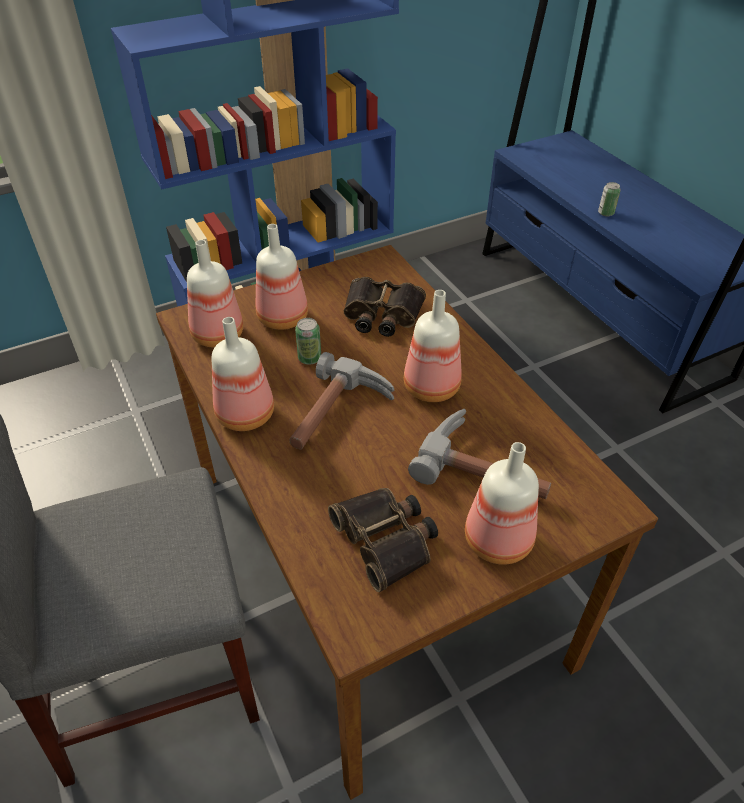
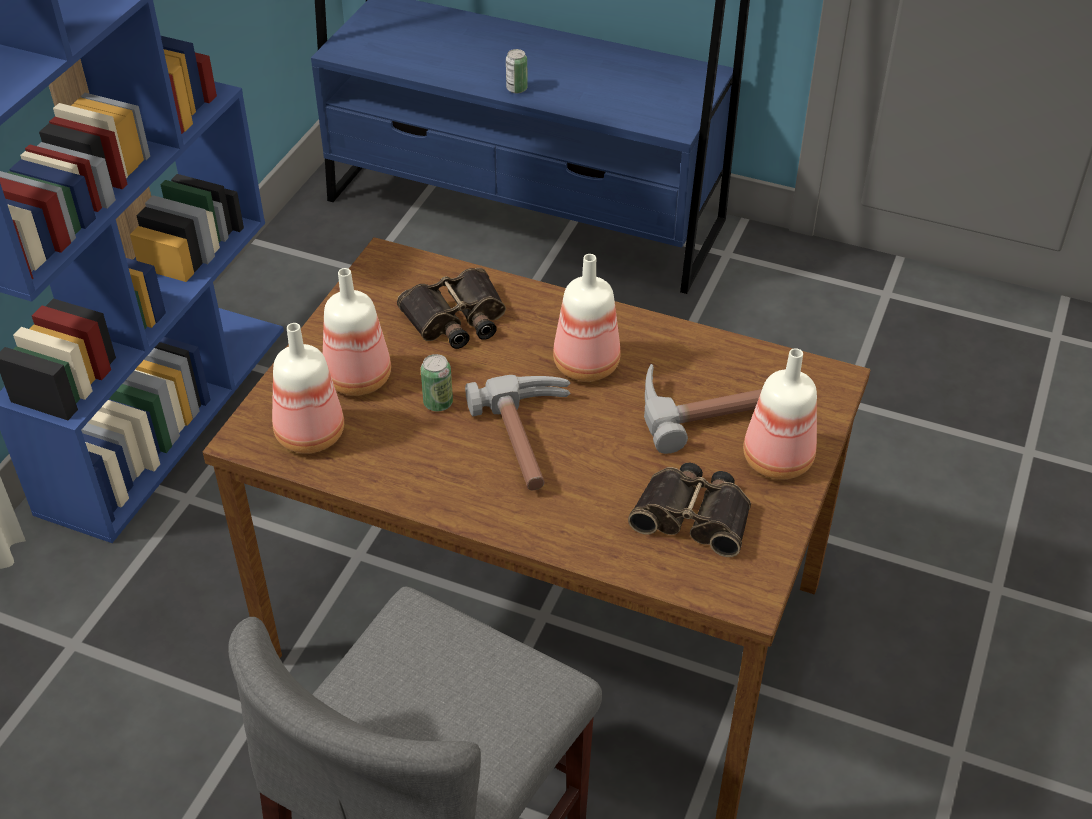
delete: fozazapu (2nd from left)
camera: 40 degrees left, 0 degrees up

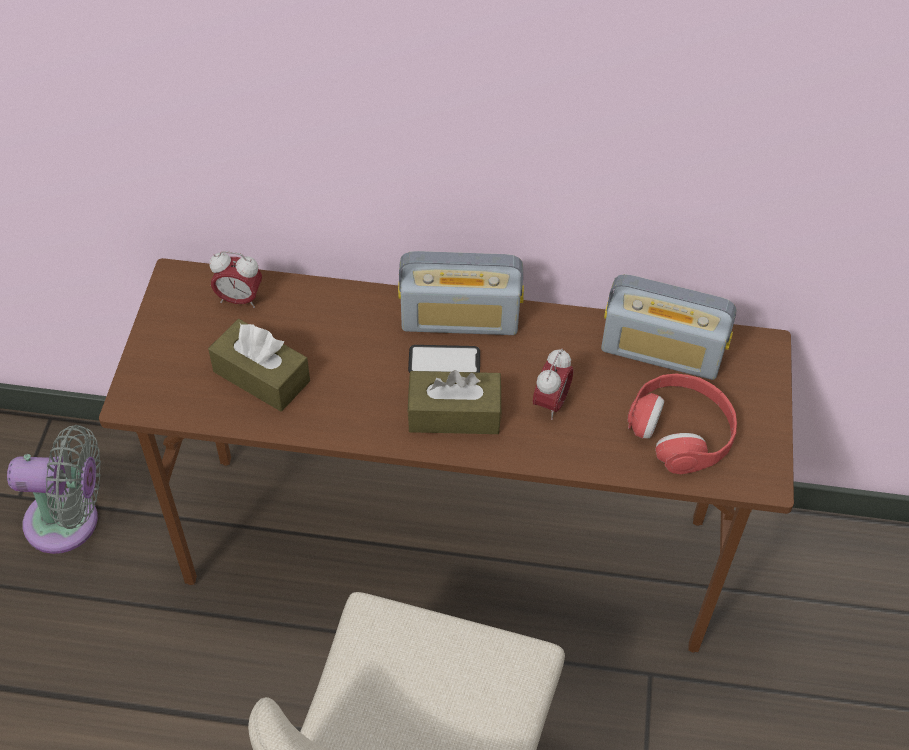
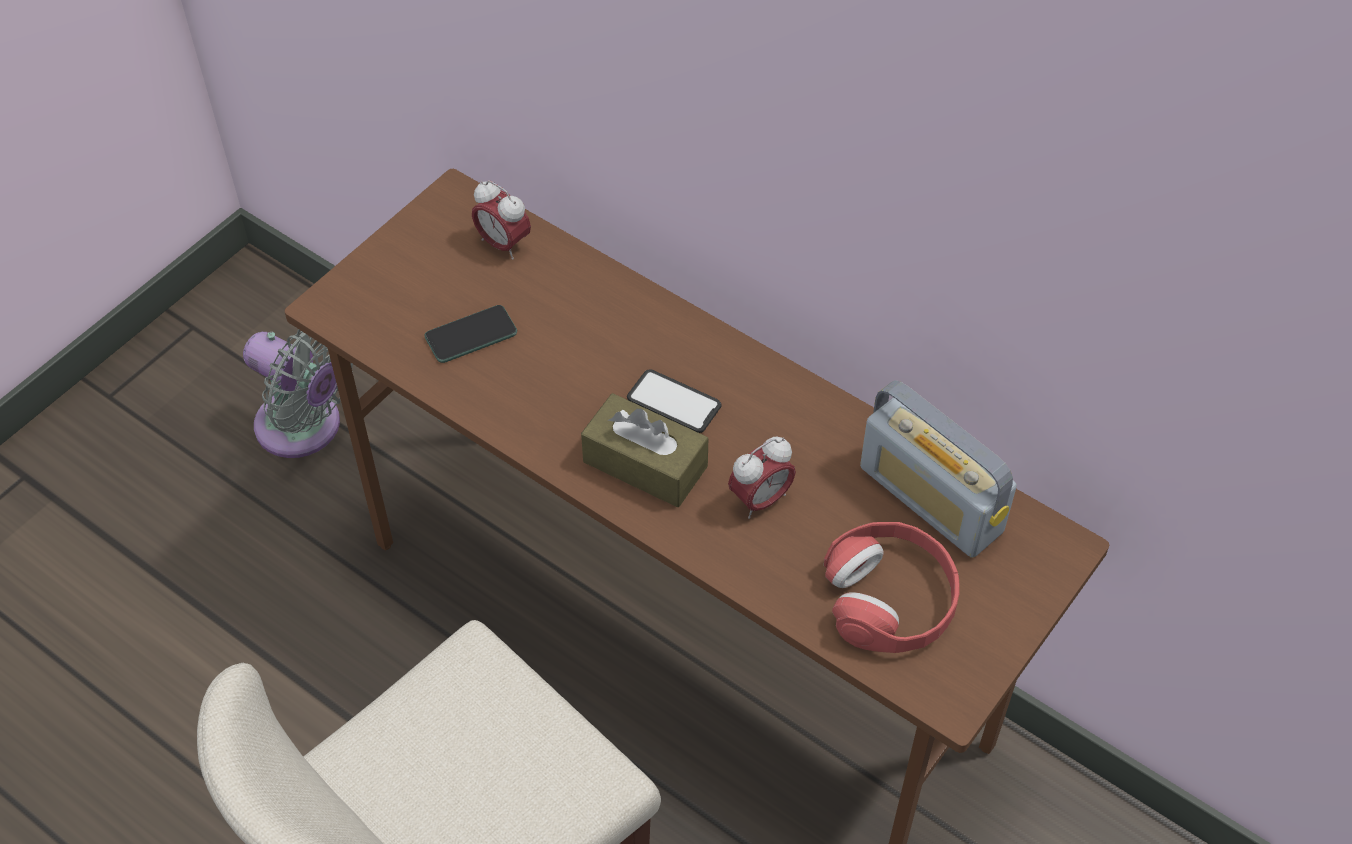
delete: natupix (1st from left)
replace: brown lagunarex (1st from left) to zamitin (1st from left)
camera: 30 degrees right, 0 degrees up

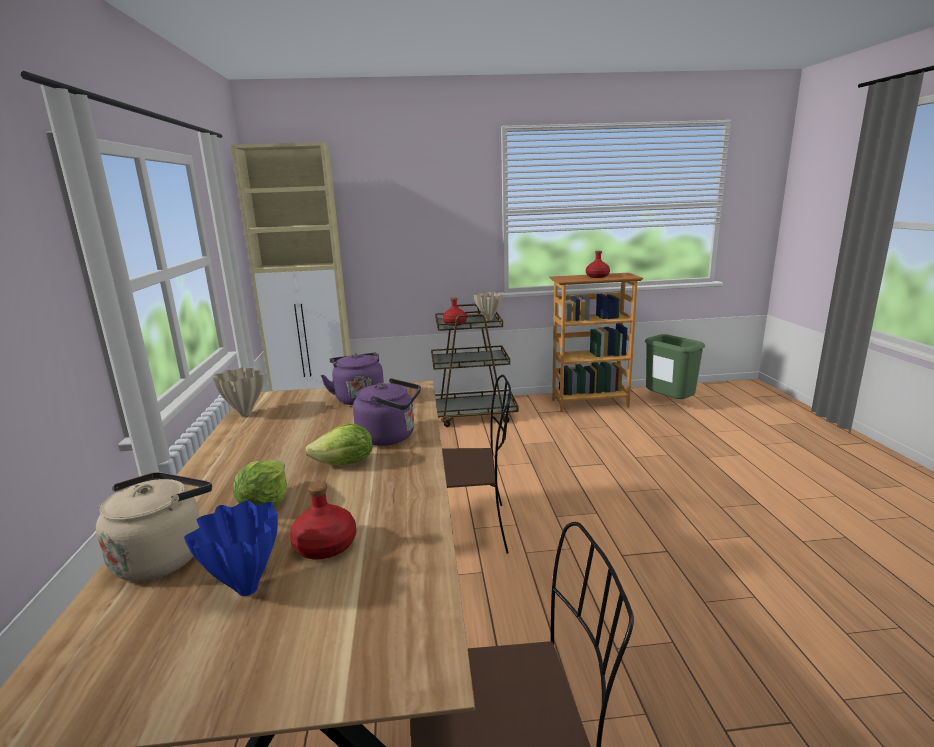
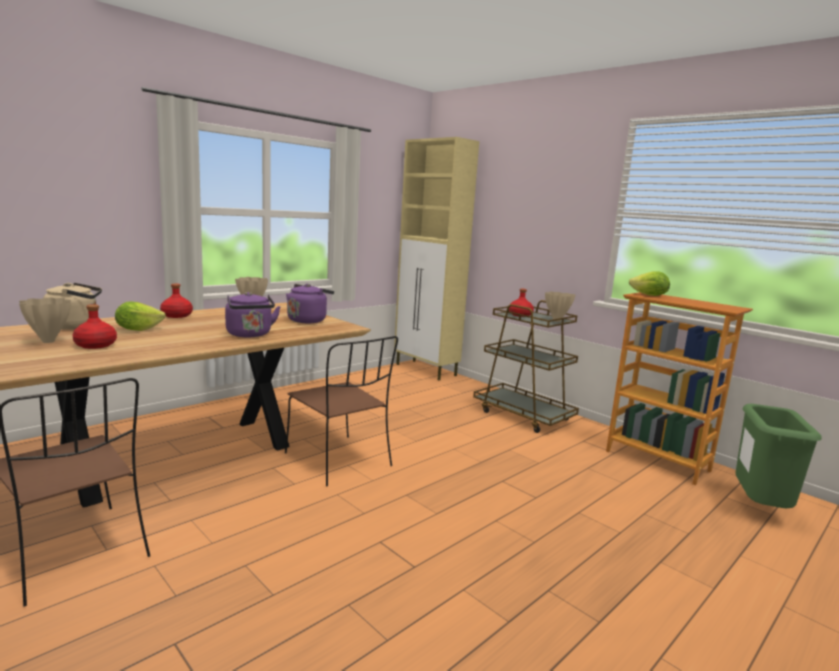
move: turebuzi (2nd from left); red fozazapu (3rd from left in the first image) to red fozazapu (2nd from left)
recolor: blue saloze to beige saloze (1st from left)
camera: 50 degrees right, 5 degrees down

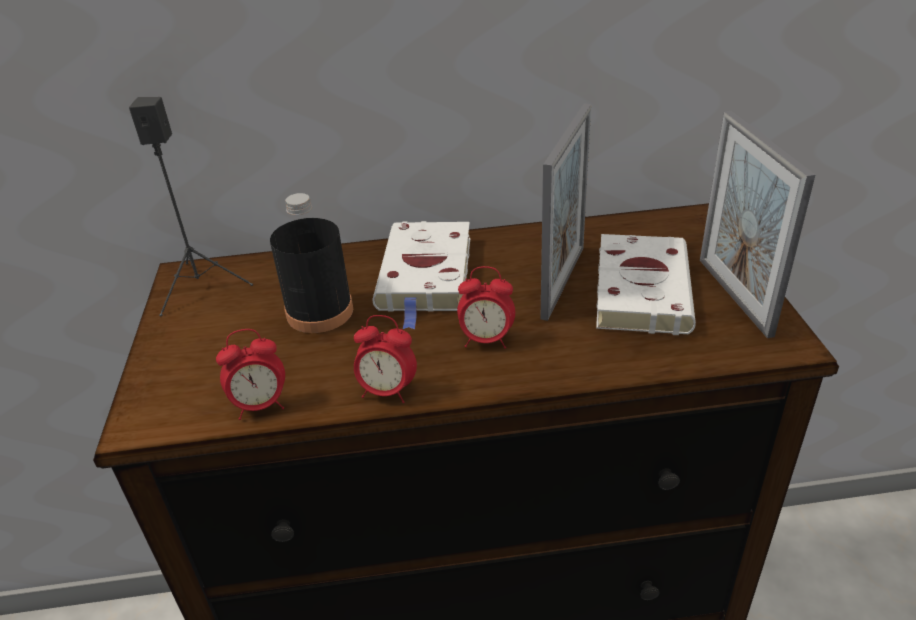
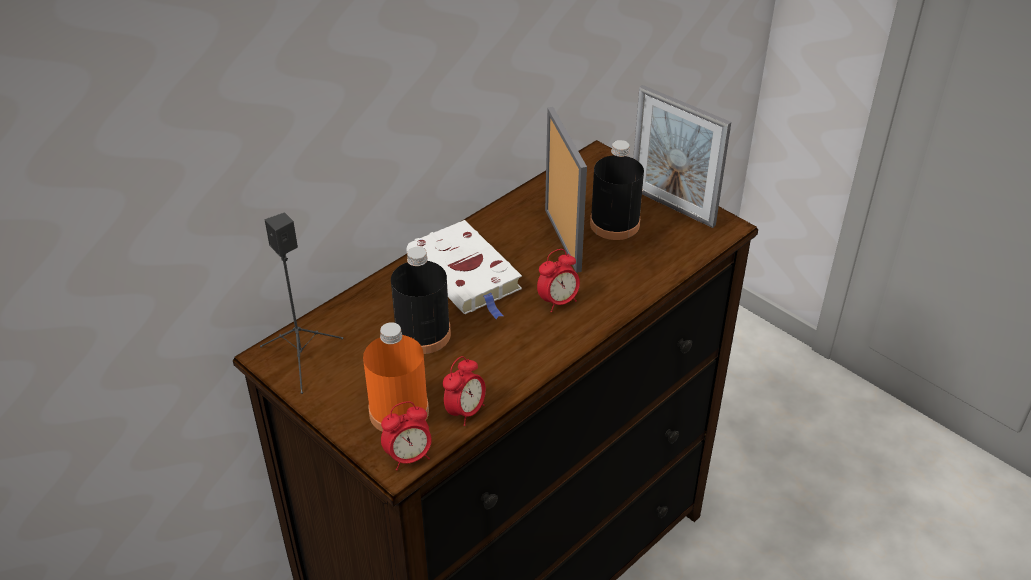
insert: orange fozazapu
move: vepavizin (2nd from left in the first image) to vepavizin (1st from left)
replace: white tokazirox (2nd from left) to black fozazapu (2nd from left)
camera: 40 degrees left, 5 degrees up

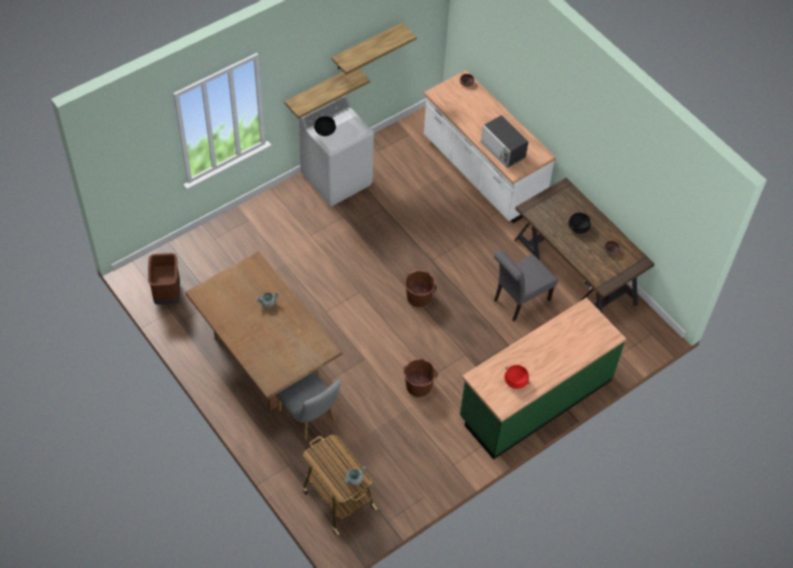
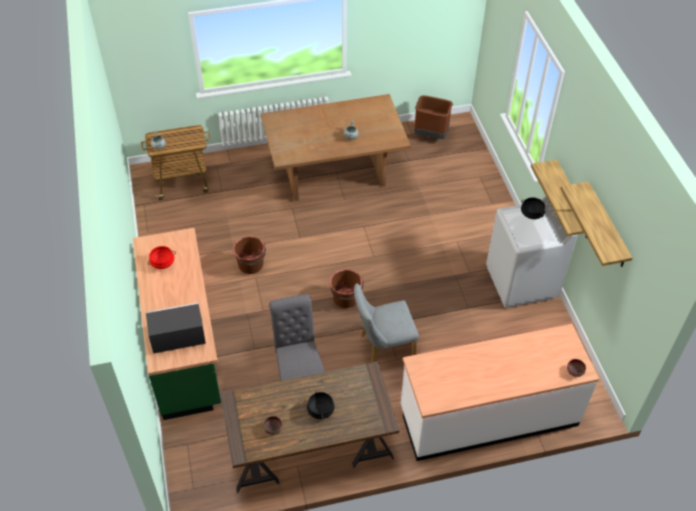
move: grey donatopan (1st from left in the first image) to grey donatopan (2nd from left); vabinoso
camera: 115 degrees right, 5 degrees down

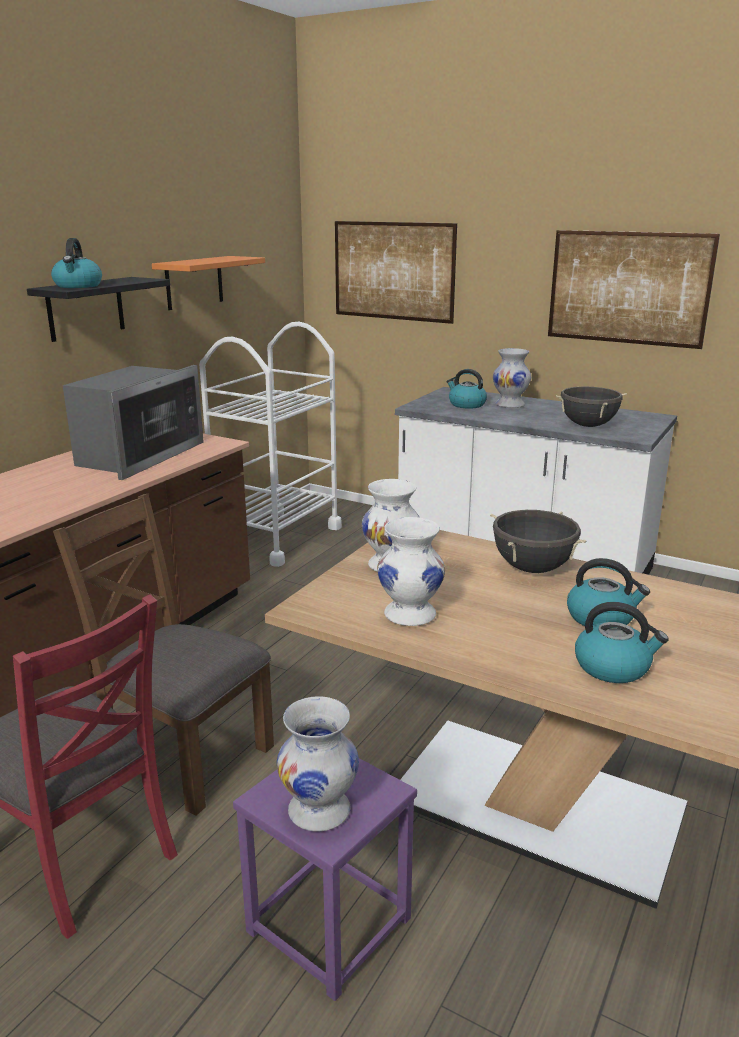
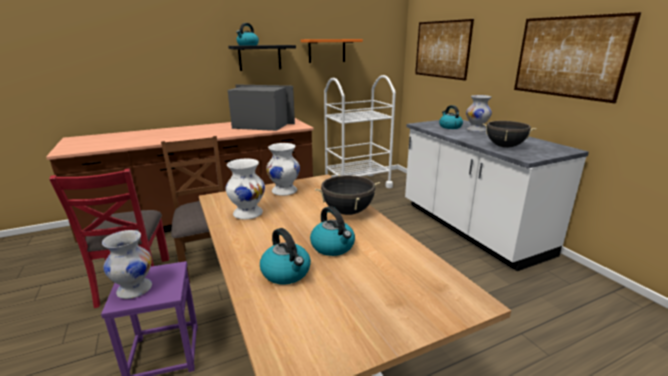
rotate: vabinoso 135 degrees counterclockwise
camera: 35 degrees right, 0 degrees up

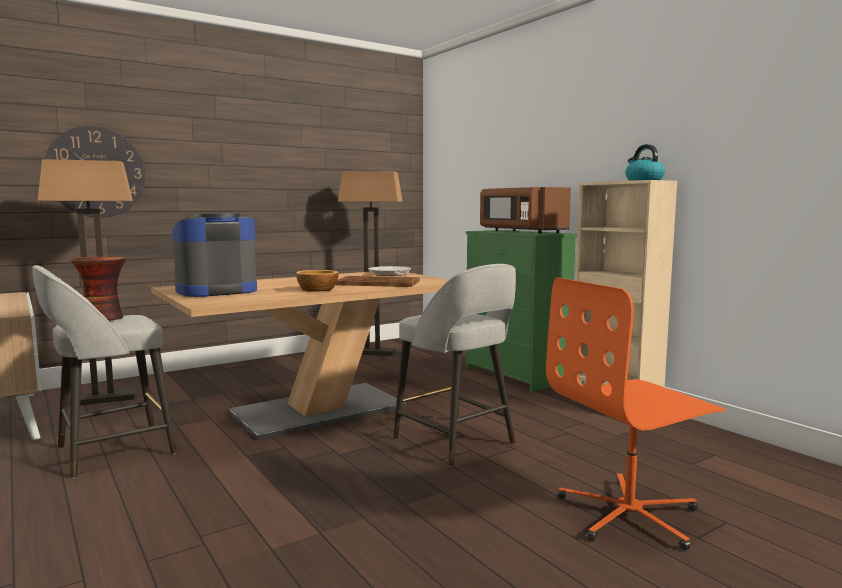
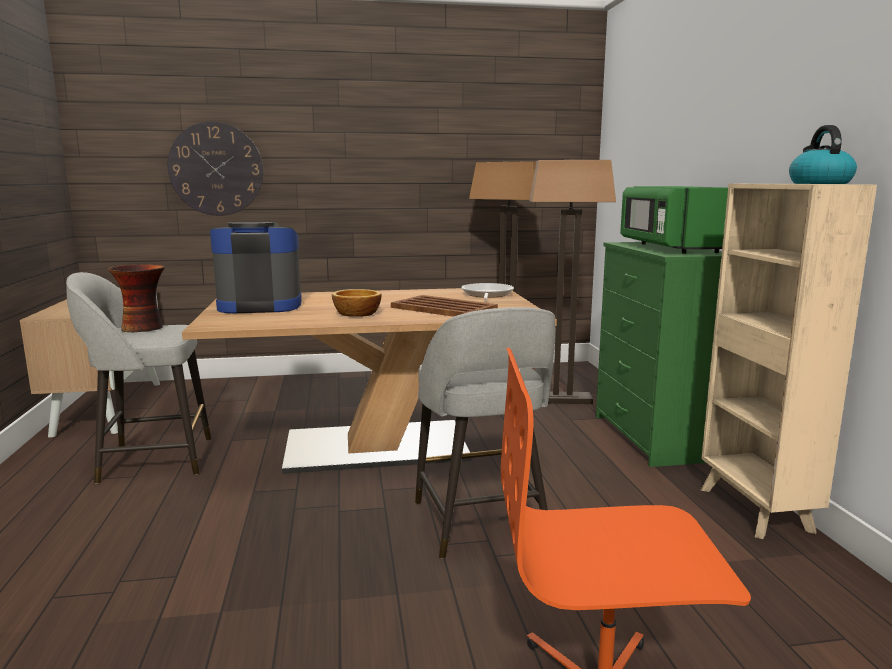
move: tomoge (1st from left in the first image) to tomoge (2nd from left)
recolor: brown vabinoso to green vabinoso
camera: 25 degrees right, 5 degrees up

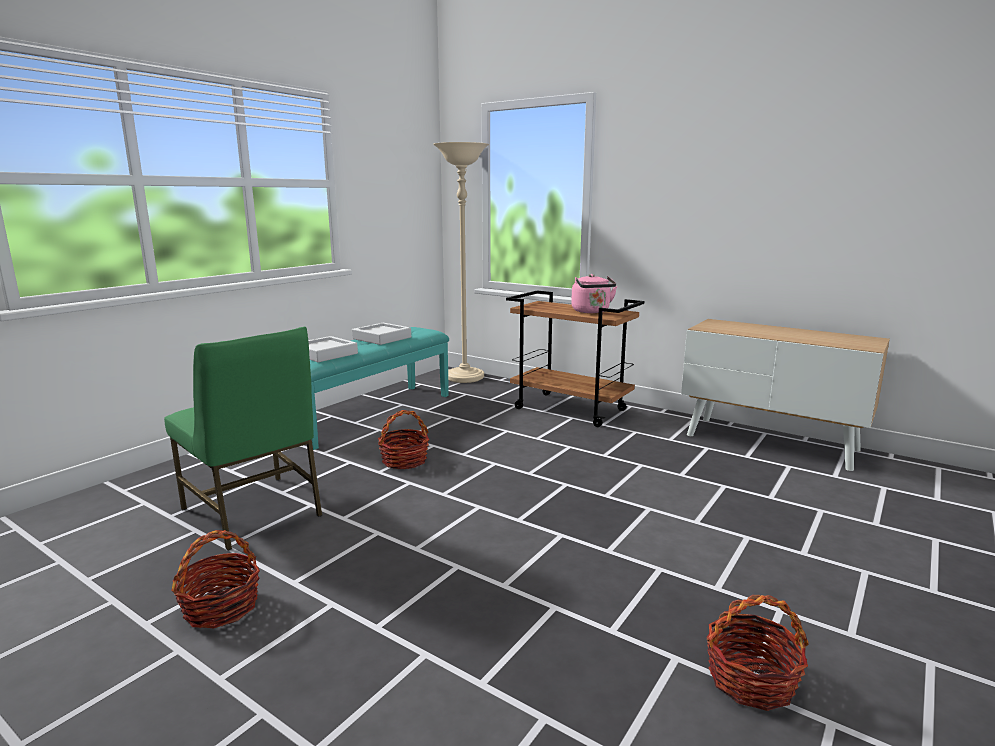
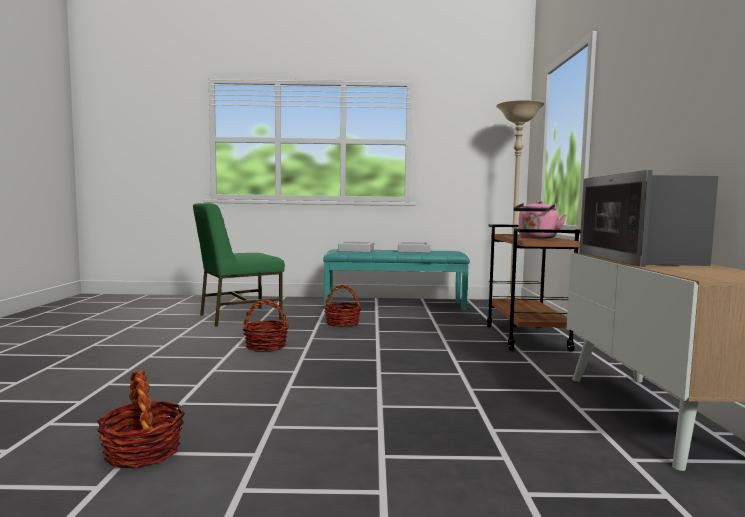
insert: vabinoso
move: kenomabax (1st from left in the first image) to kenomabax (2nd from left)
rotate: green donatopan 45 degrees clockwise
camera: 55 degrees right, 10 degrees down

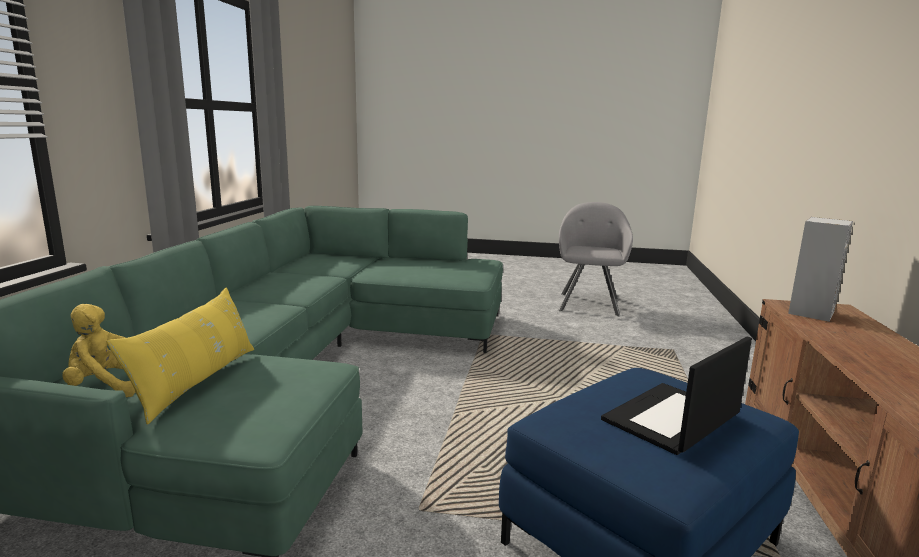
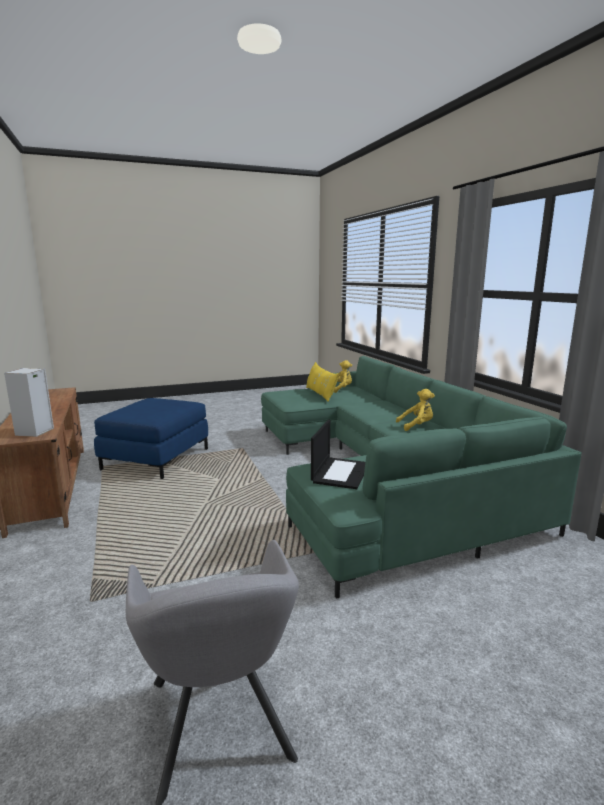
insert: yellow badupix (2nd from left)
move: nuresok
camera: 150 degrees right, 0 degrees up

